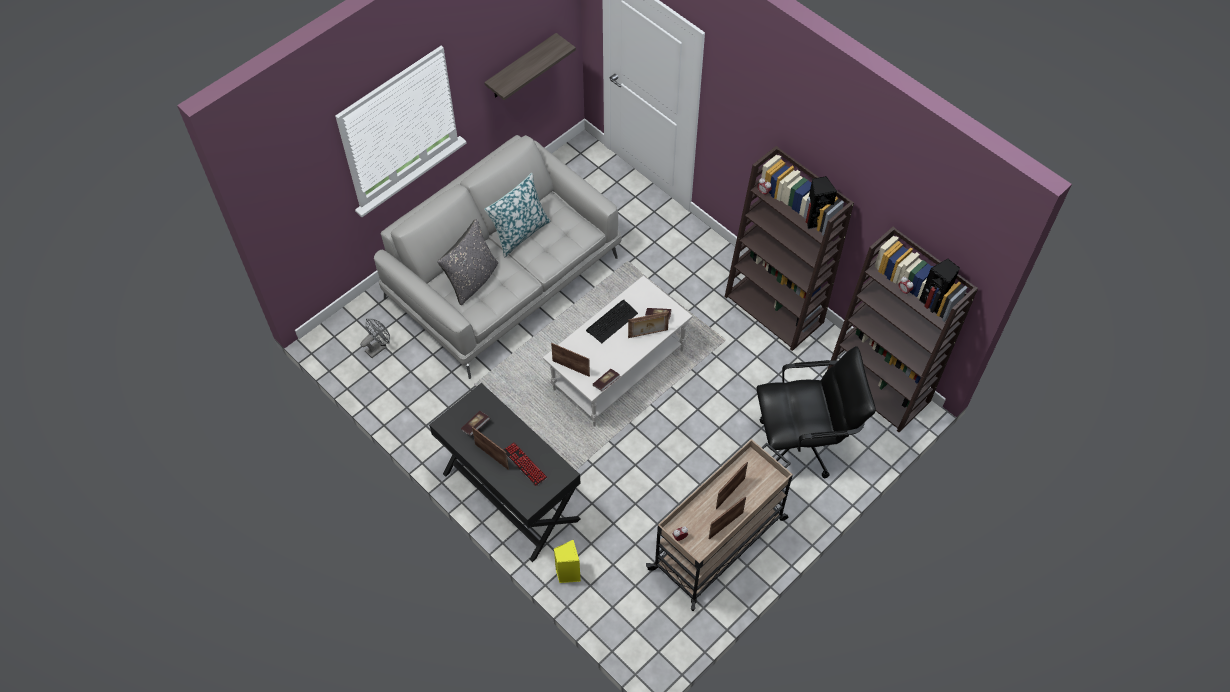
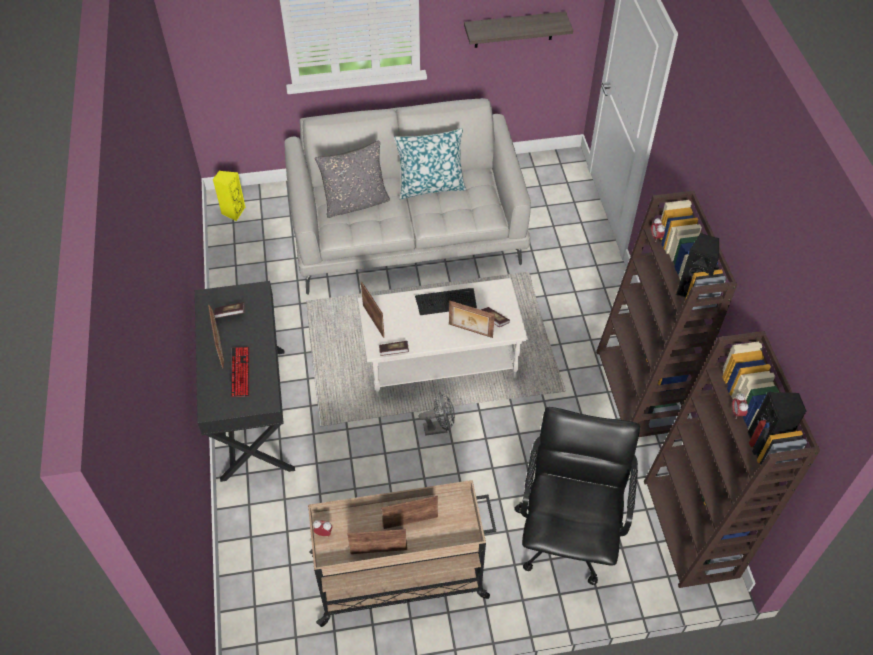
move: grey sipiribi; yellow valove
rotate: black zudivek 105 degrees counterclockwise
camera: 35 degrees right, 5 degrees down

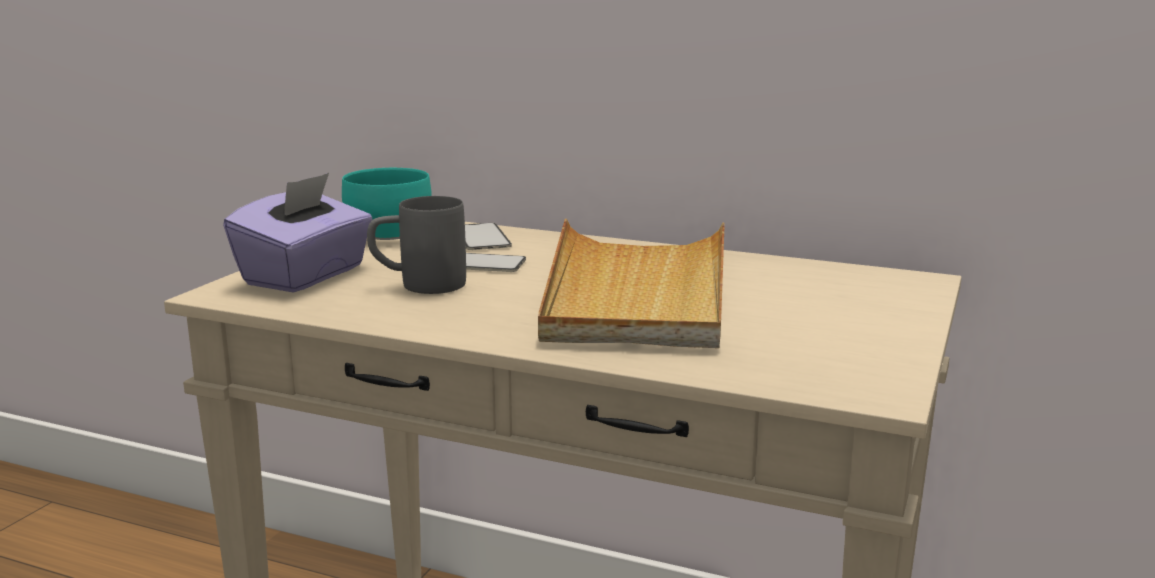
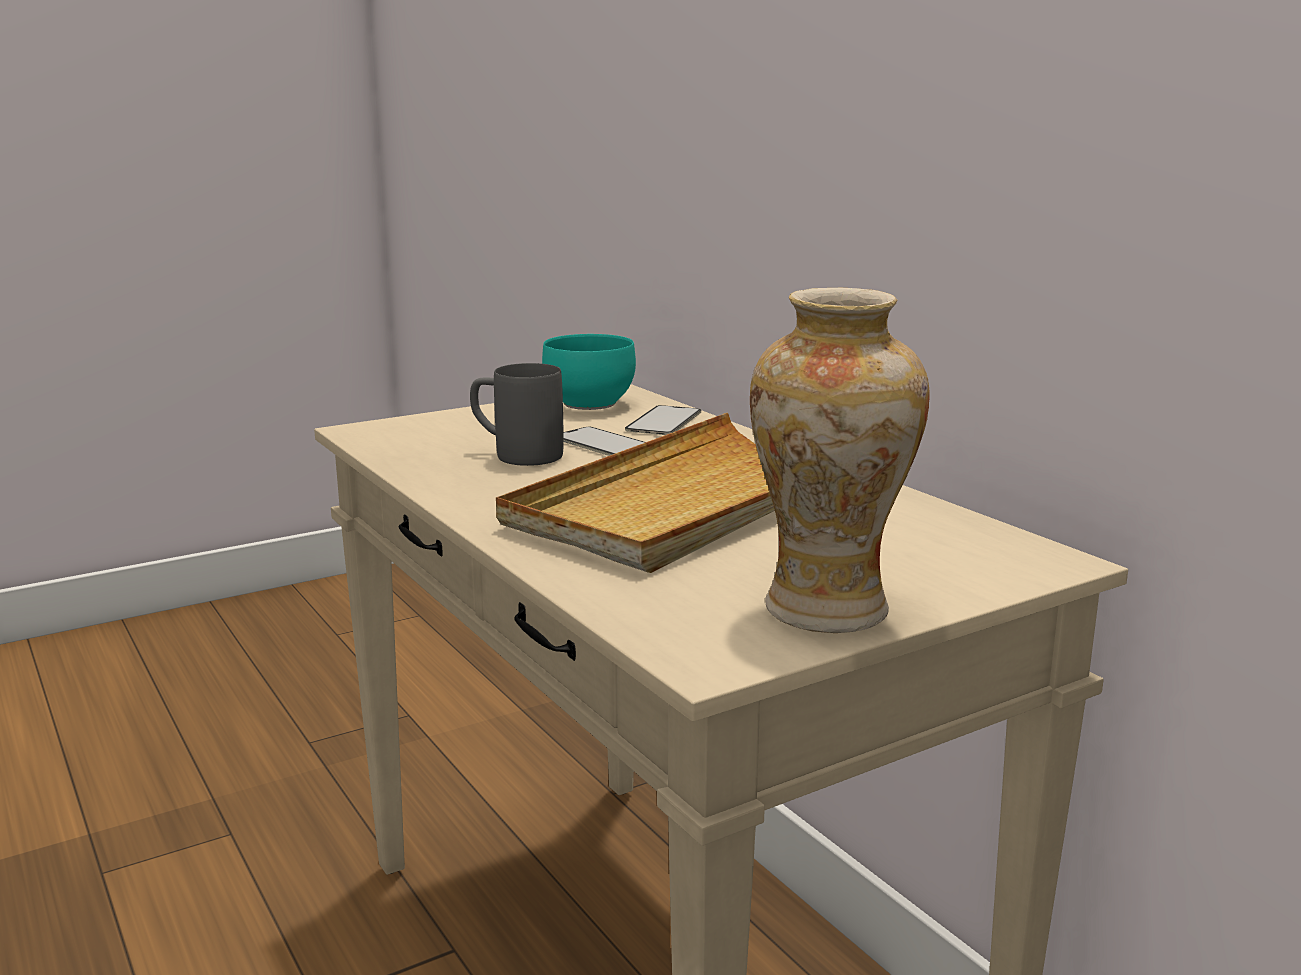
delete: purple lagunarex
insert: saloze
camera: 35 degrees right, 0 degrees up

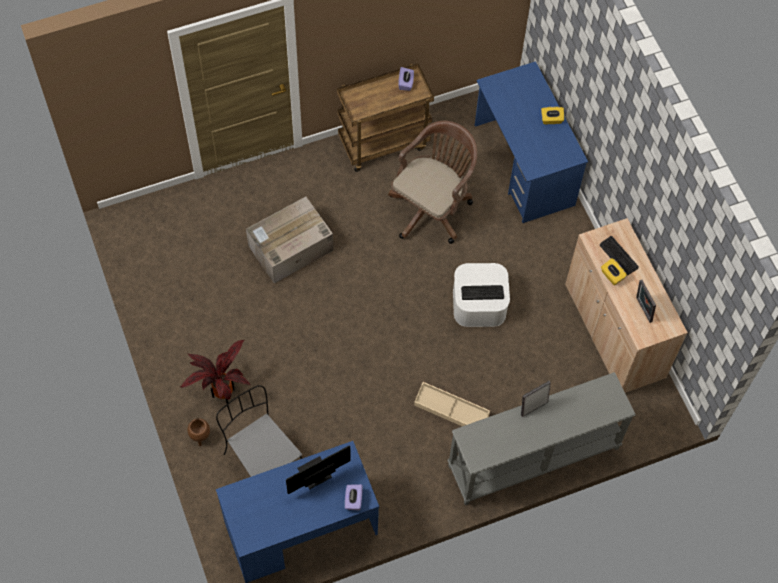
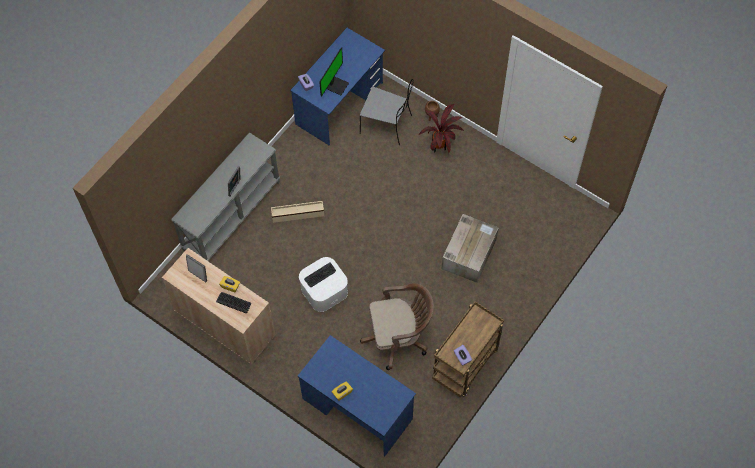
rotate: brown zudivek 105 degrees counterclockwise
camera: 150 degrees right, 0 degrees up

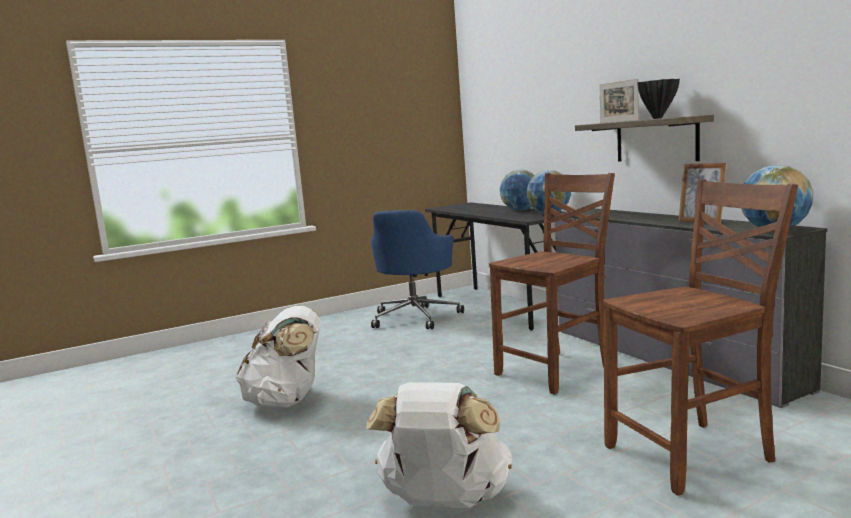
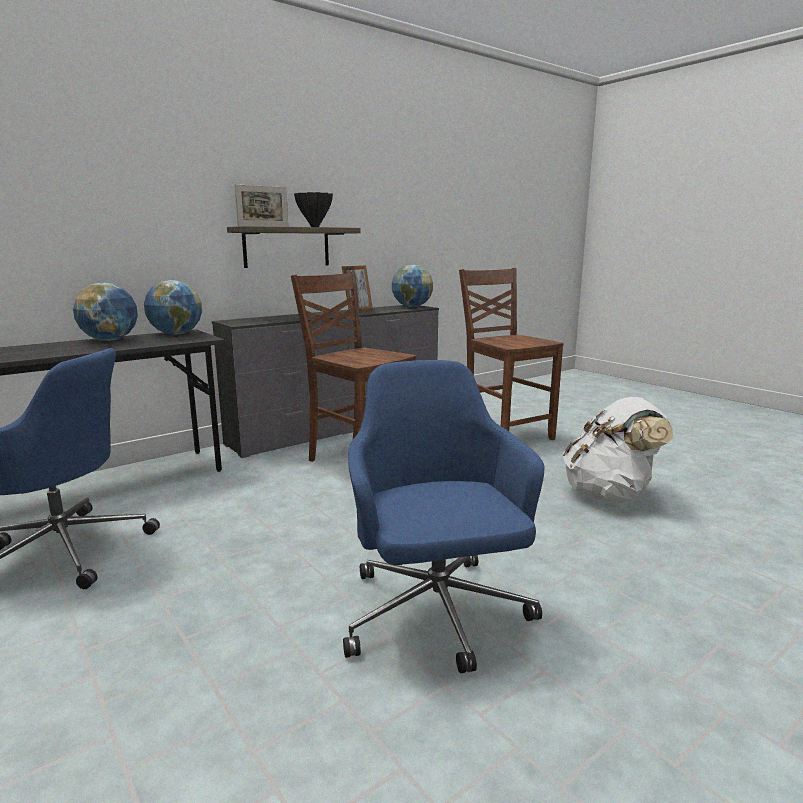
replace: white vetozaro (1st from left) to blue zudivek (2nd from left)
camera: 100 degrees left, 5 degrees up

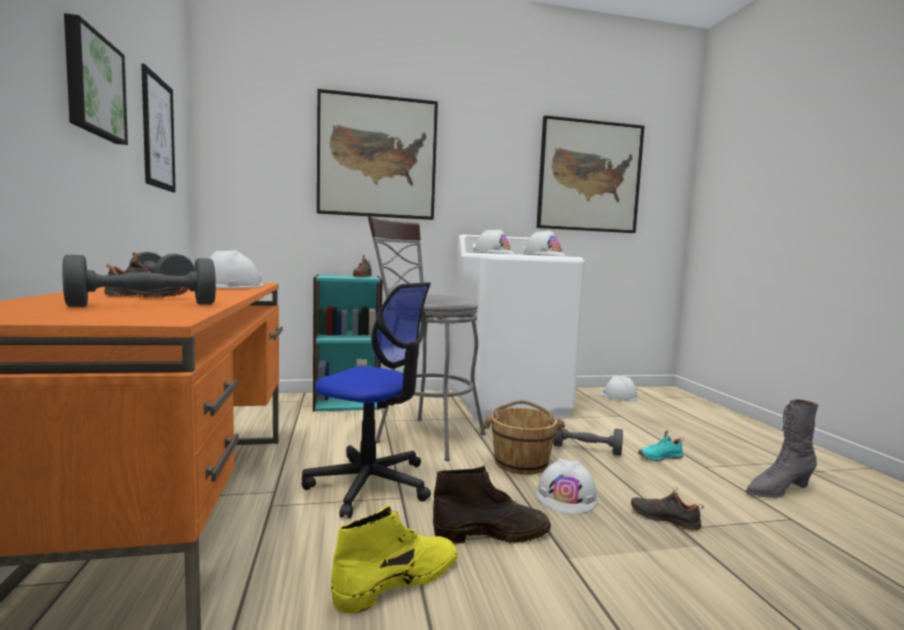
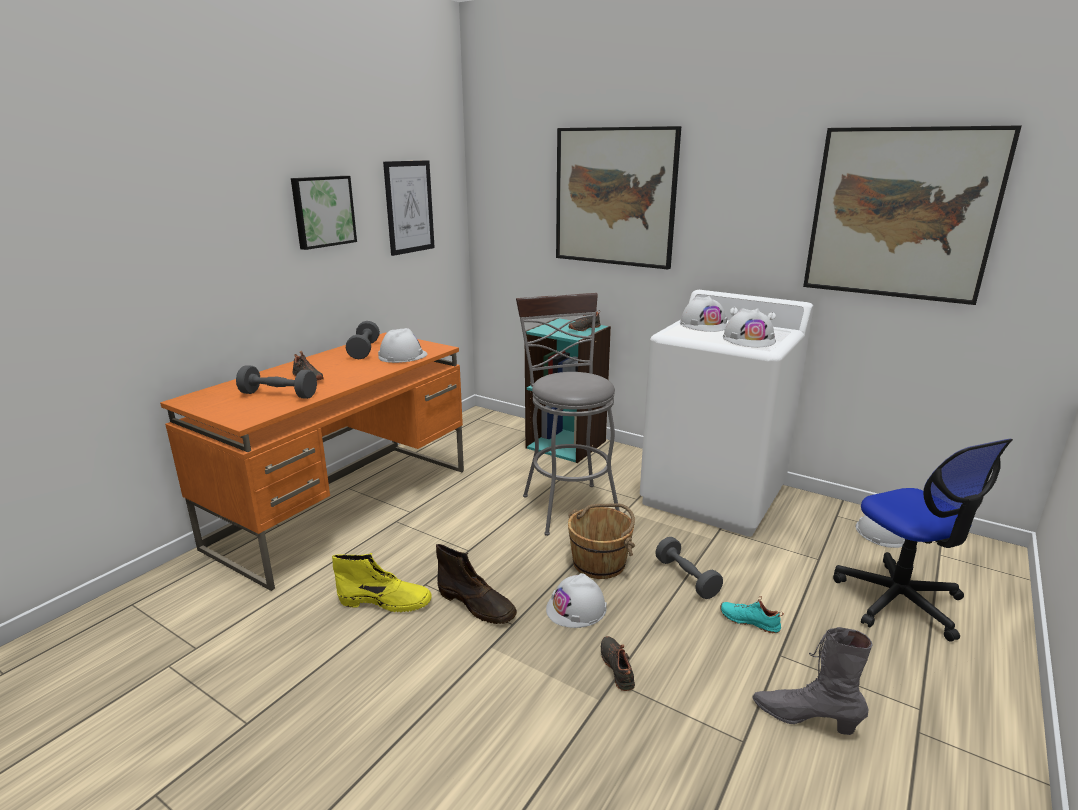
move: zudivek
camera: 45 degrees right, 15 degrees up

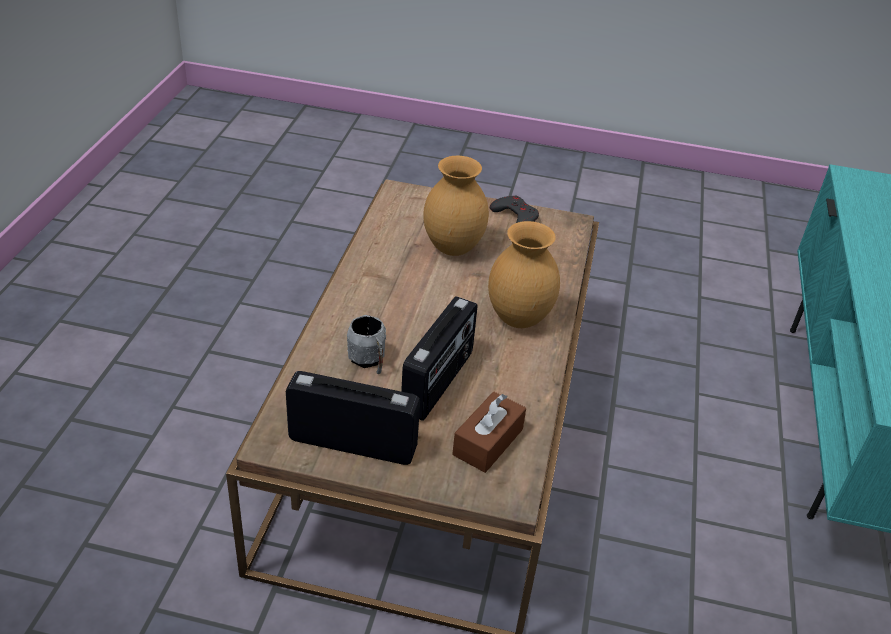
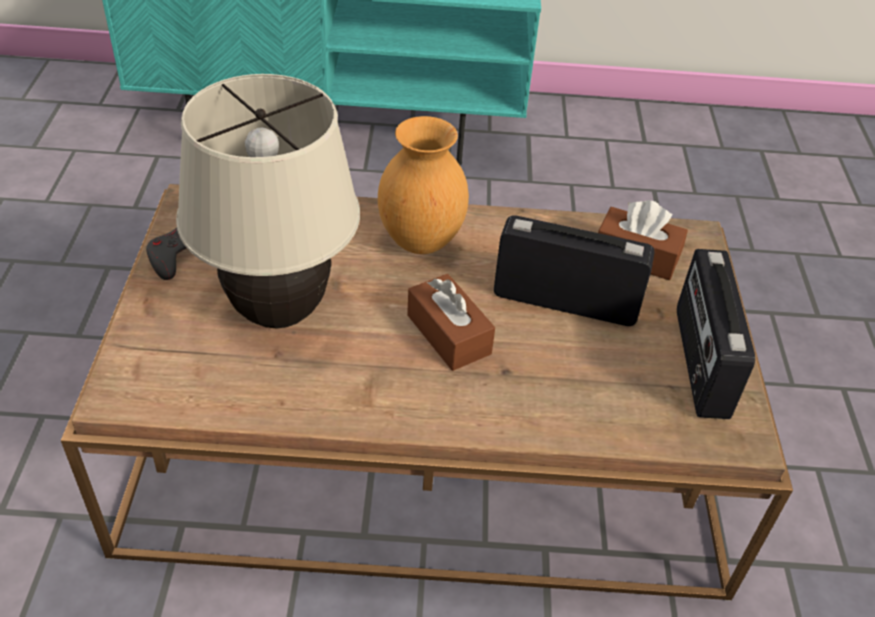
delete: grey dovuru
insert: brown lagunarex (1st from left)
replace: brown saloze (1st from left) to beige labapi
camera: 100 degrees left, 5 degrees up

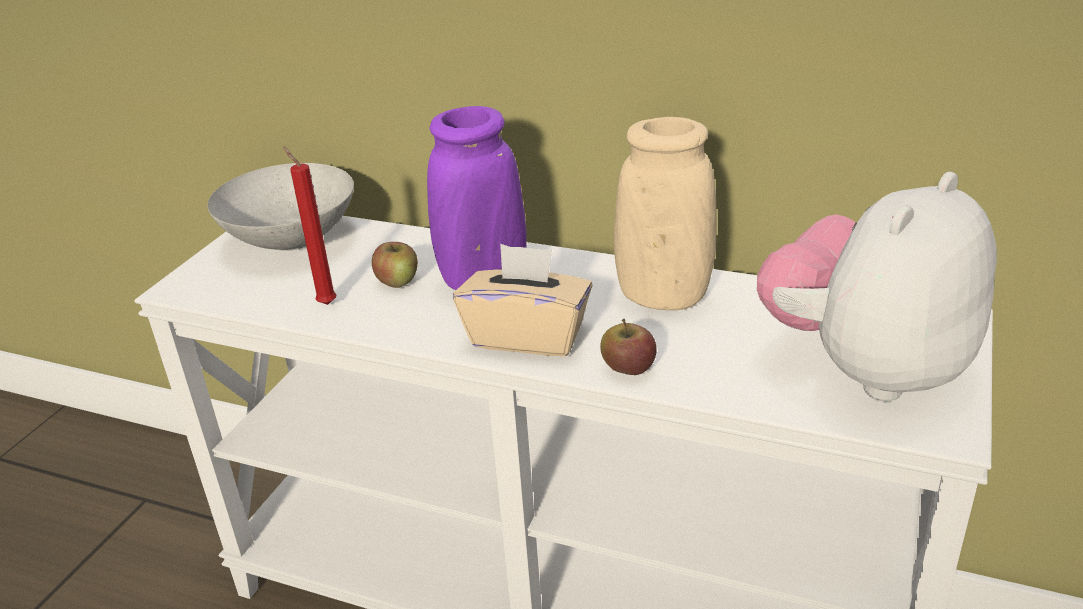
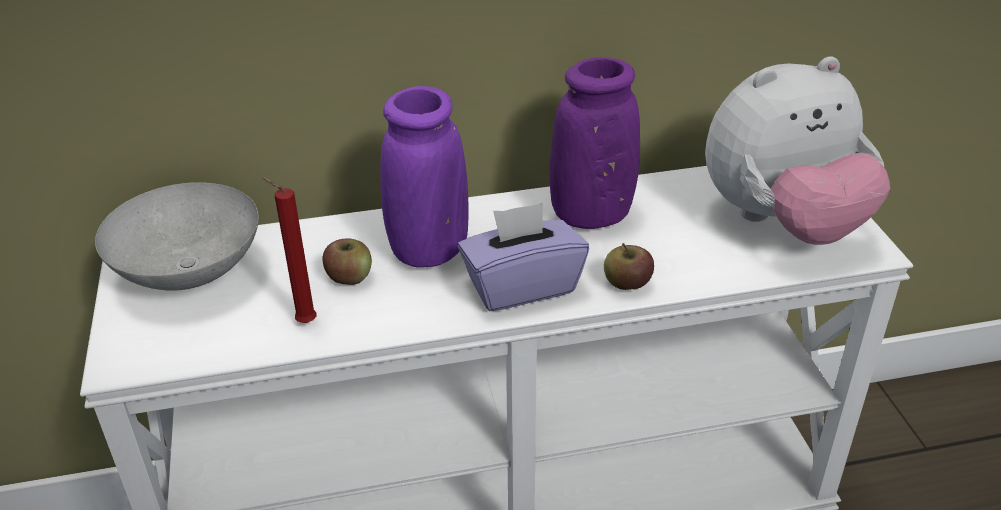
recolor: beige lagunarex to purple lagunarex; beige saloze to purple saloze (2nd from left)
rotate: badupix 120 degrees counterclockwise
camera: 35 degrees left, 5 degrees up

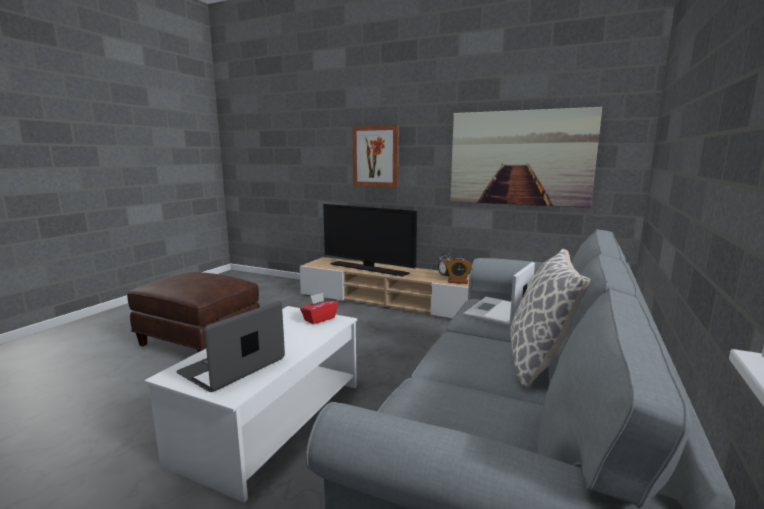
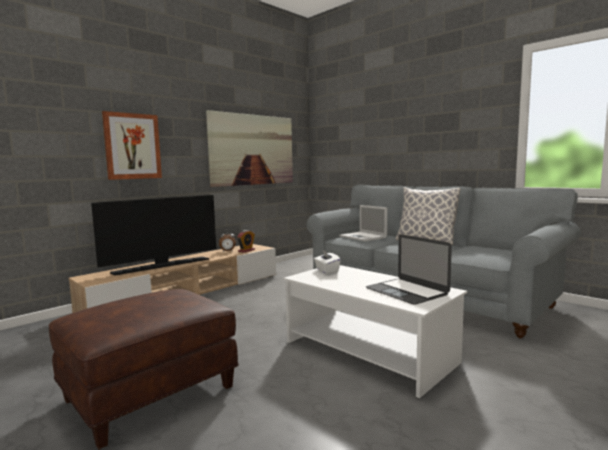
recolor: red lagunarex to white lagunarex
camera: 70 degrees left, 5 degrees down

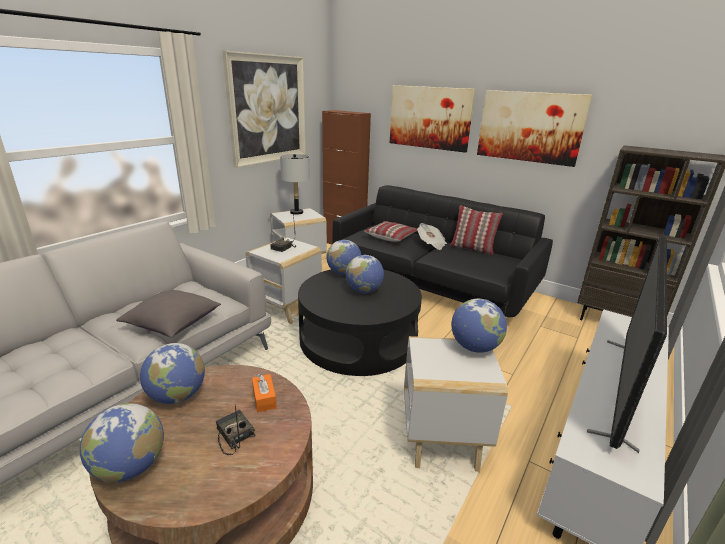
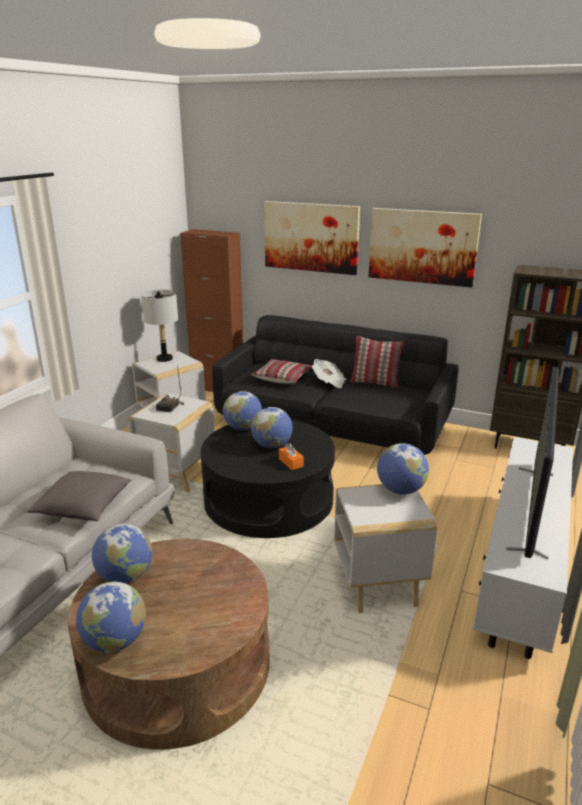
delete: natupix (1st from left); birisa (1st from left)
move: orange lagunarex
camera: 10 degrees left, 0 degrees up

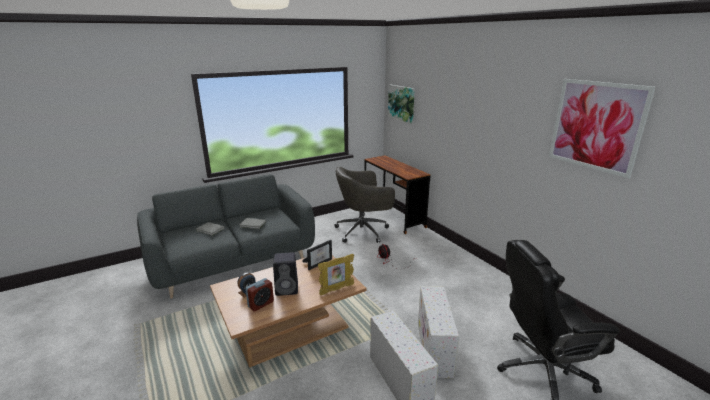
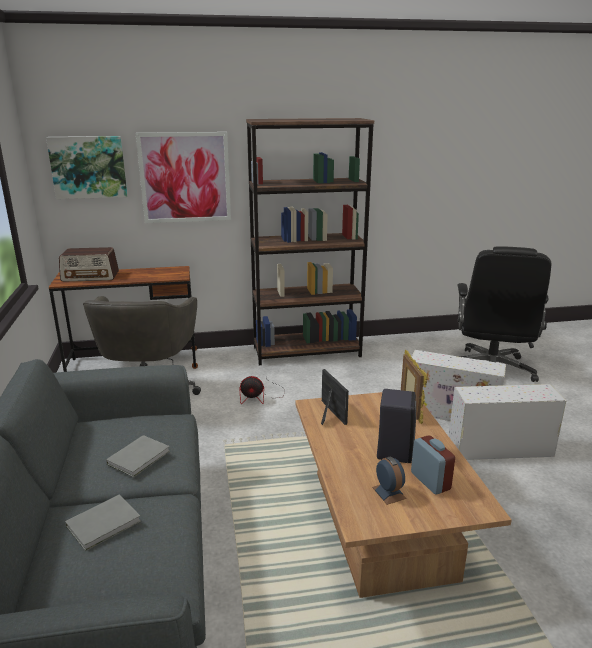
insert: natupix; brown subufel
move: birisa (2nd from left)
camera: 70 degrees left, 0 degrees up

